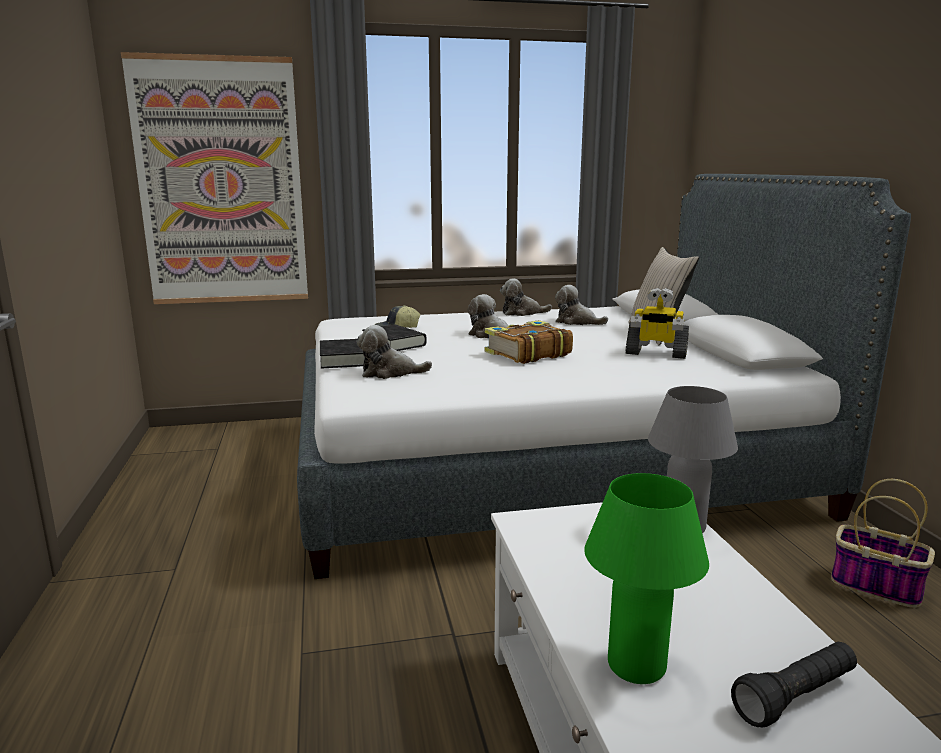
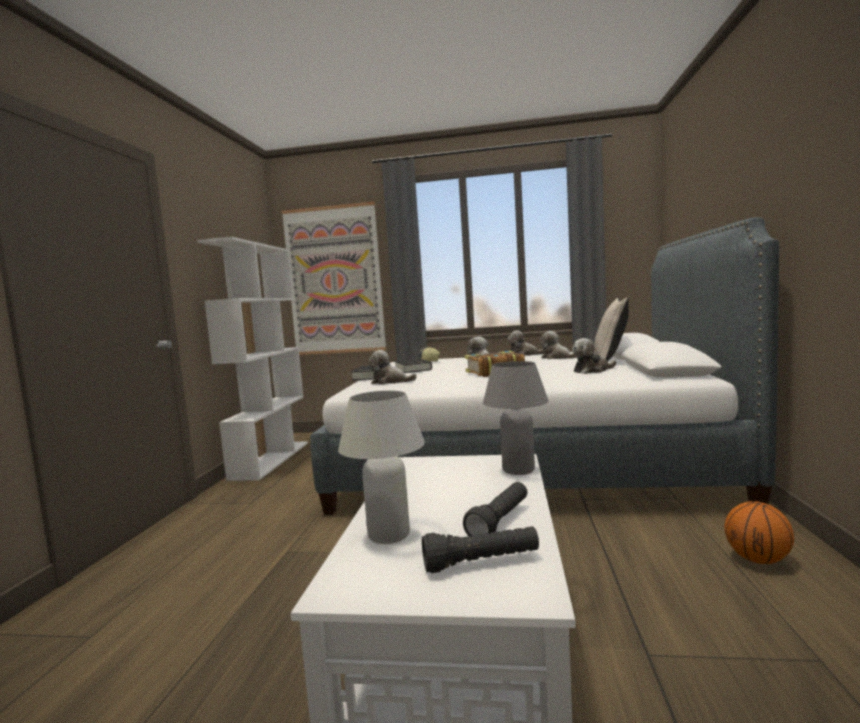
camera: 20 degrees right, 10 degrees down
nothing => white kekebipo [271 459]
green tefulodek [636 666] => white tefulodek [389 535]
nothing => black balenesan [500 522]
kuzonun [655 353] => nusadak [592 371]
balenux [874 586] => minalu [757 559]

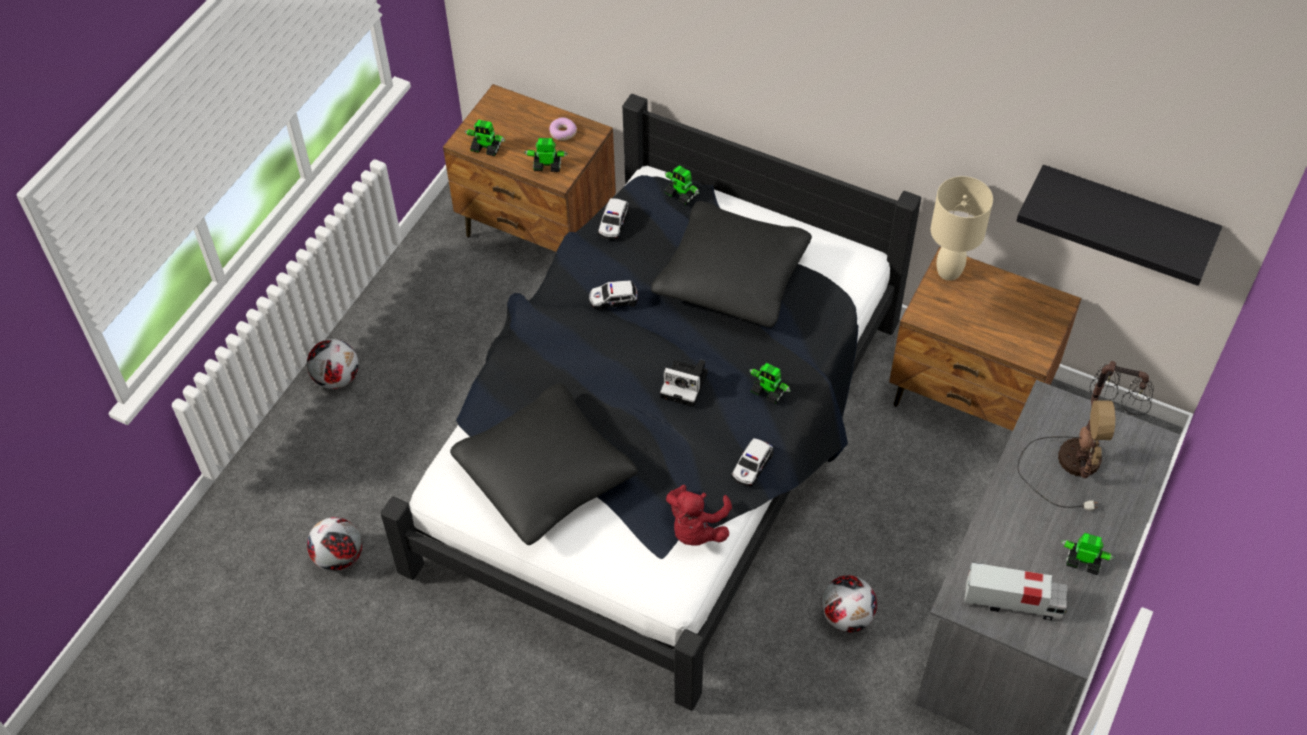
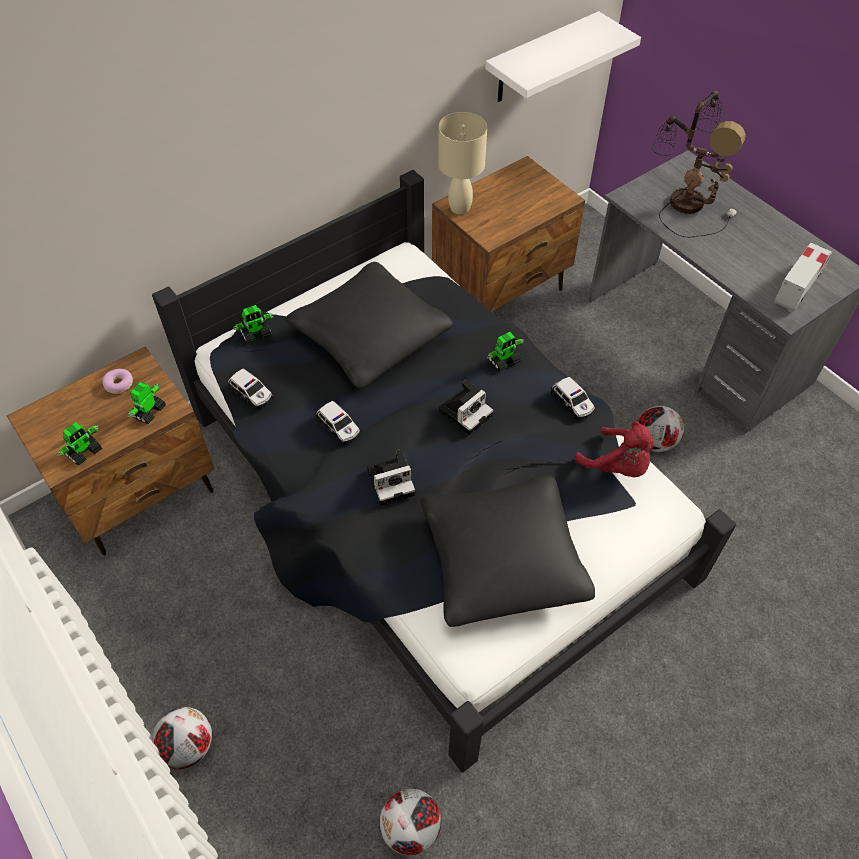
camera: 65 degrees left, 0 degrees up
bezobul [613 299] => bezobul [339 426], 60 degrees counterclockwise
nothing => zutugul [392 481]
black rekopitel [1124 215] => white rekopitel [541 59]
kuzonun [1083 560] => nothing

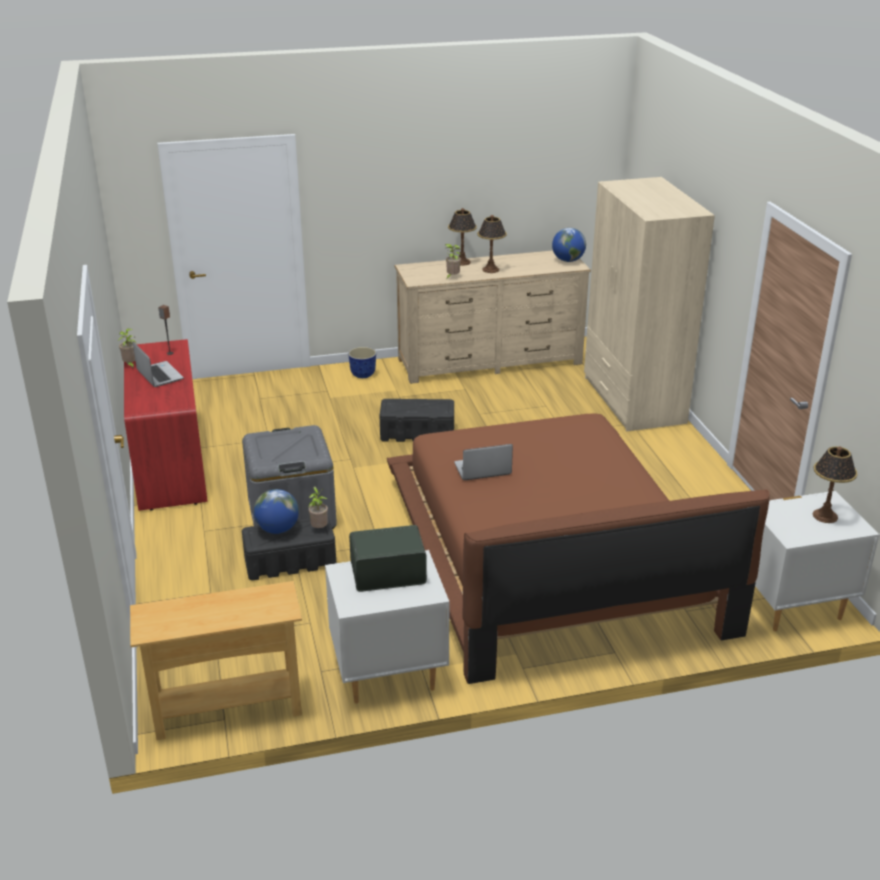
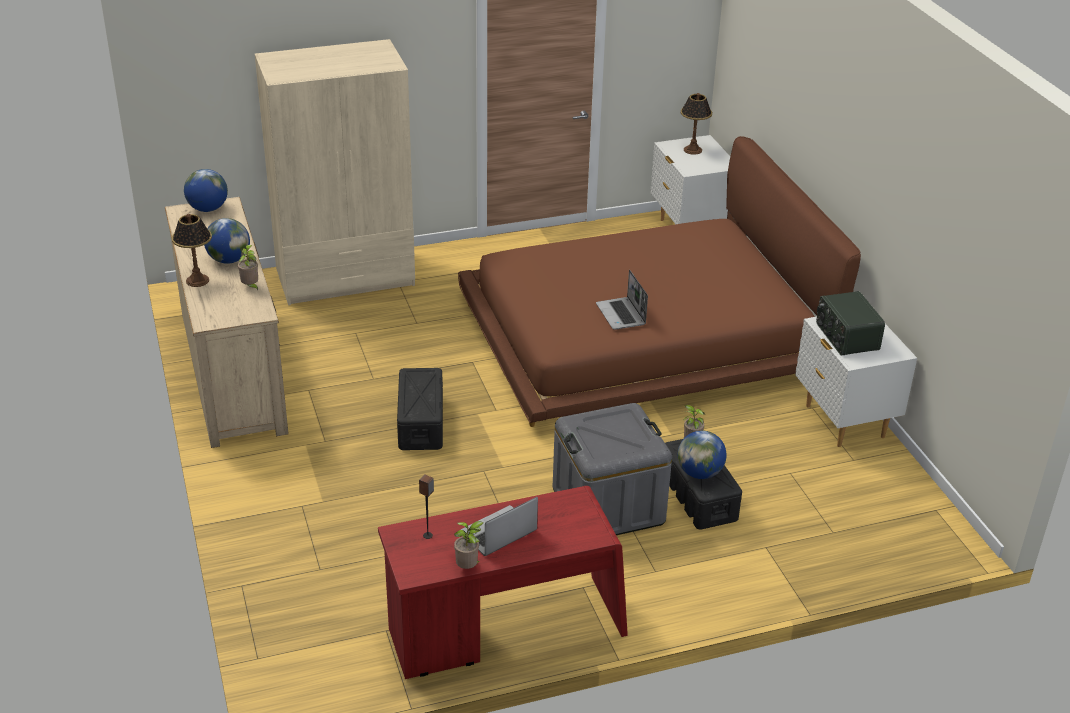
camera: 95 degrees left, 5 degrees up
tefulodek [491 269] => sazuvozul [229 260]
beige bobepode [228 710] => nothing
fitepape [363 375] => nothing

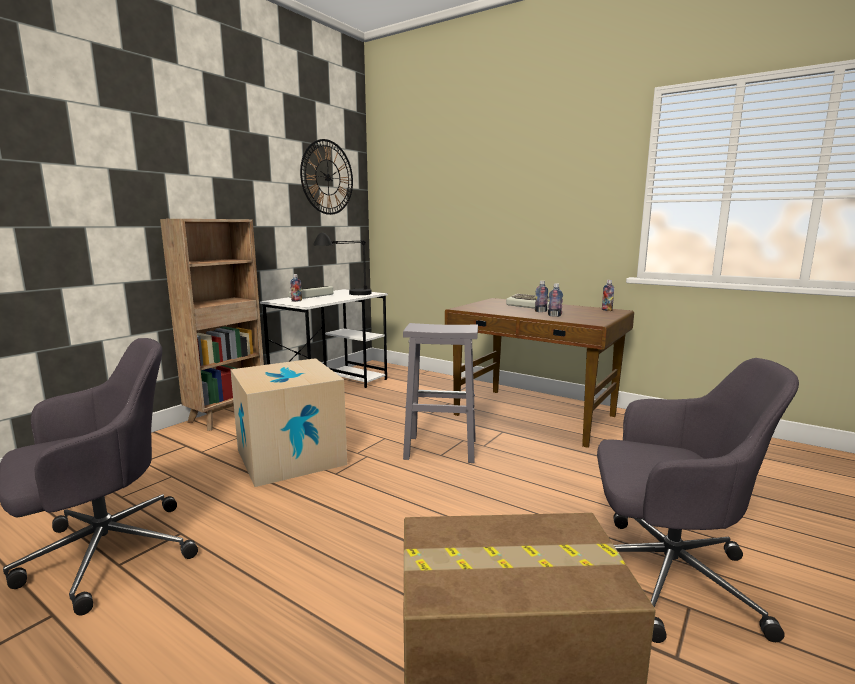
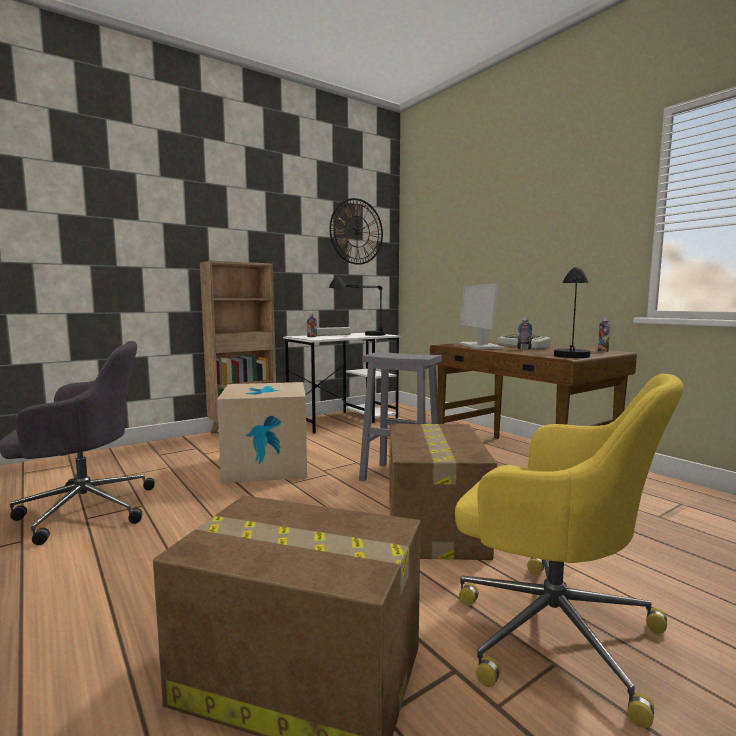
camera: 20 degrees right, 5 degrees down
nothing => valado [434 526]
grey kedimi [665 577] => yellow kedimi [550 629]
nothing => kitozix [479 346]
nothing => black tefulodek [571 353]
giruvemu [554 316] => nothing

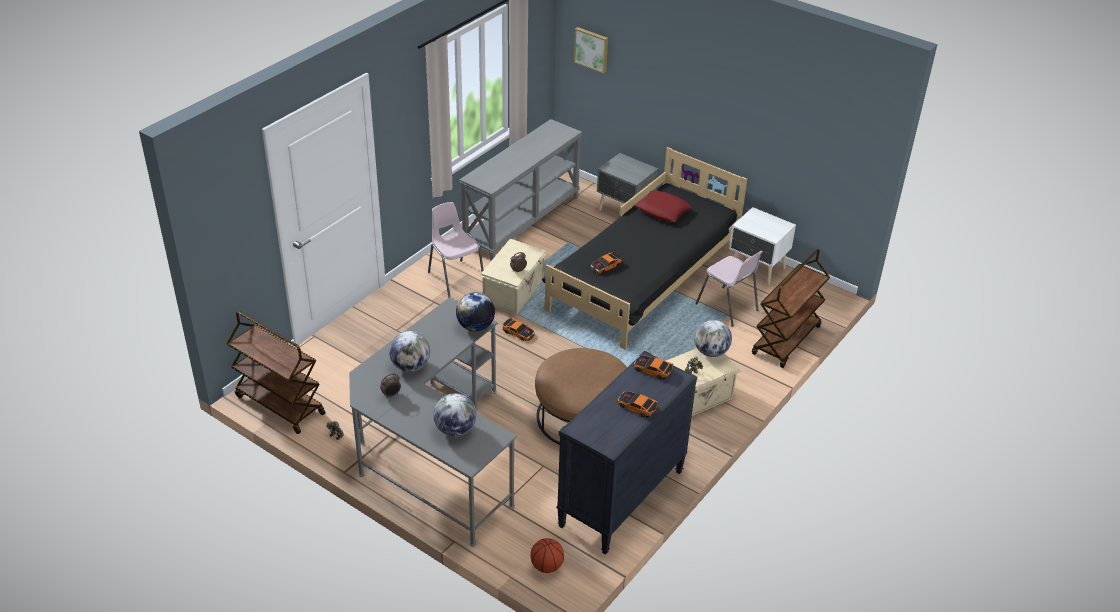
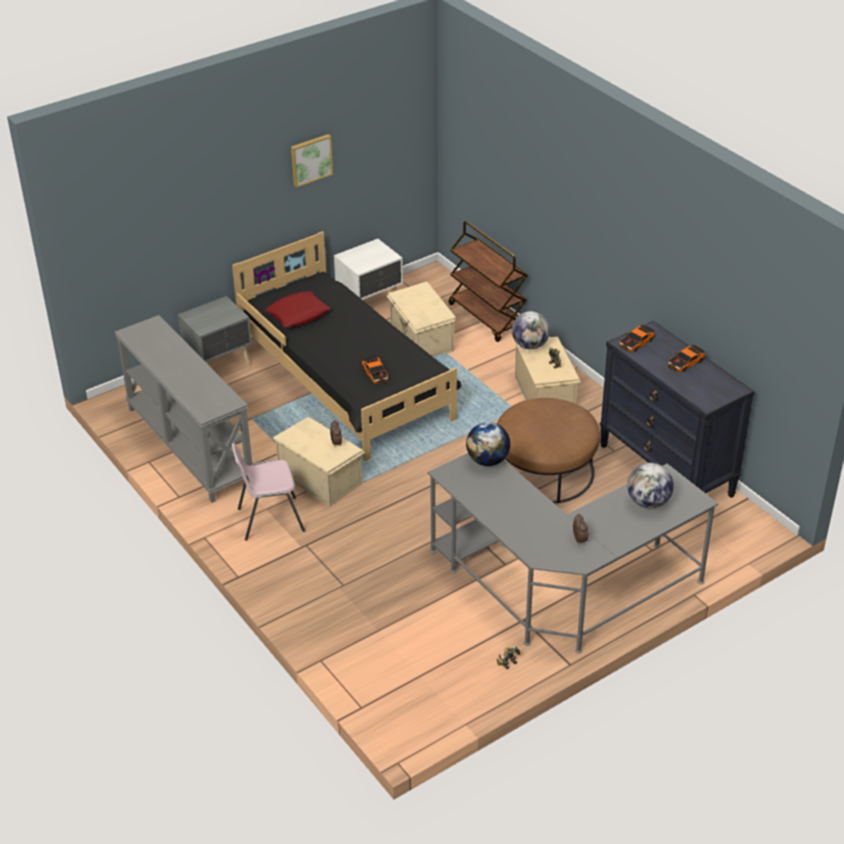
camera: 70 degrees left, 0 degrees up
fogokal [592 49] => fogokal [310 159], moved
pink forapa [727 307] => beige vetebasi [421 339]
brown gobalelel [279 405] => nothing
sazuvozul [410 366] => nothing
bezobul [519 332] => nothing
minalu [547 566] => nothing

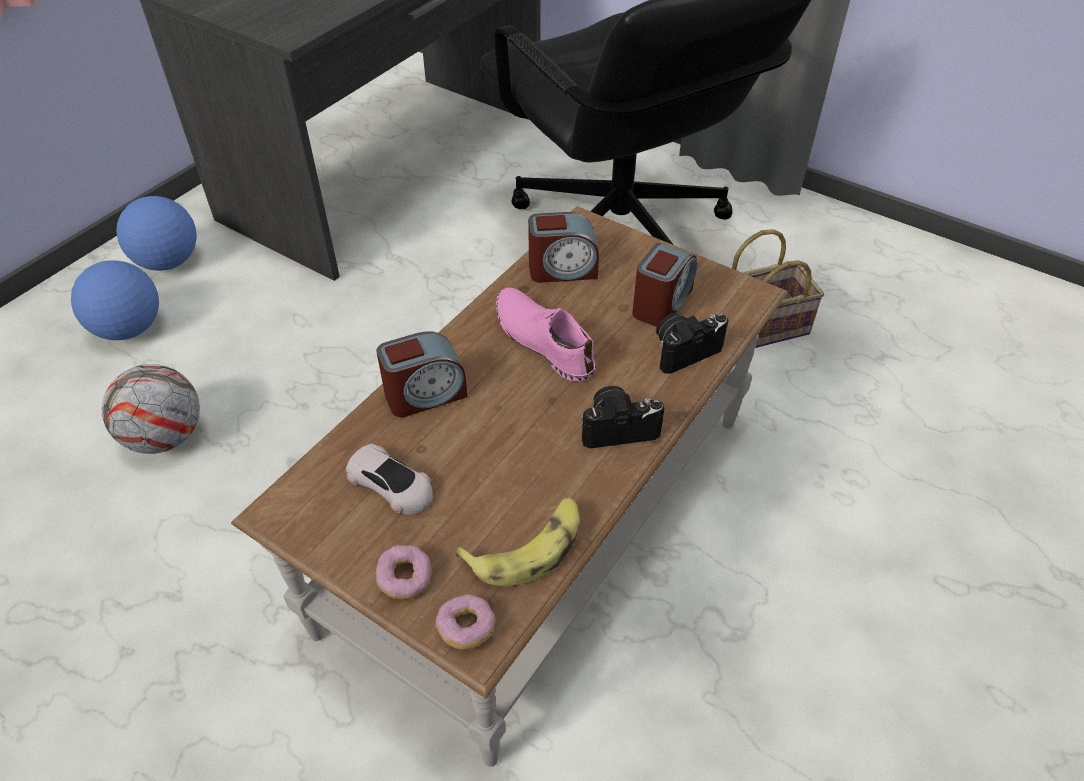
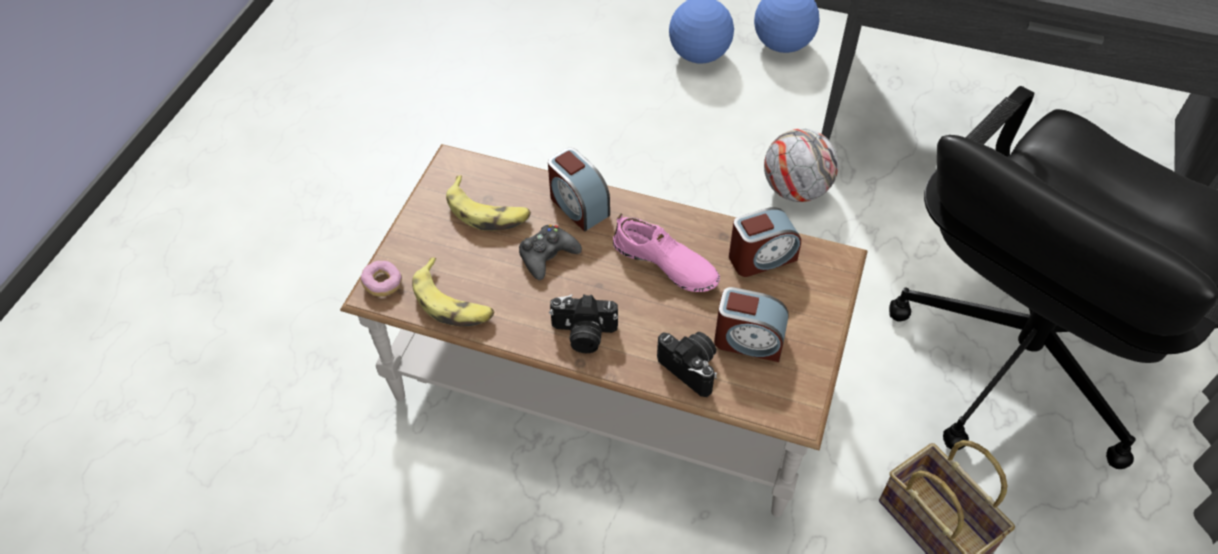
camera: 75 degrees right, 5 degrees up
white bezobul [391 484] => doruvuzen [488 212]
nothing => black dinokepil [547 256]
zutugul [618 427] => zutugul [583 335], 120 degrees clockwise
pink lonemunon [544 340] => pink lonemunon [665 264], 90 degrees clockwise
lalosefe [562 269] => lalosefe [761 257], 90 degrees counterclockwise
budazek [165 437] => budazek [795 189], moved
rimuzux [405 579] => nothing

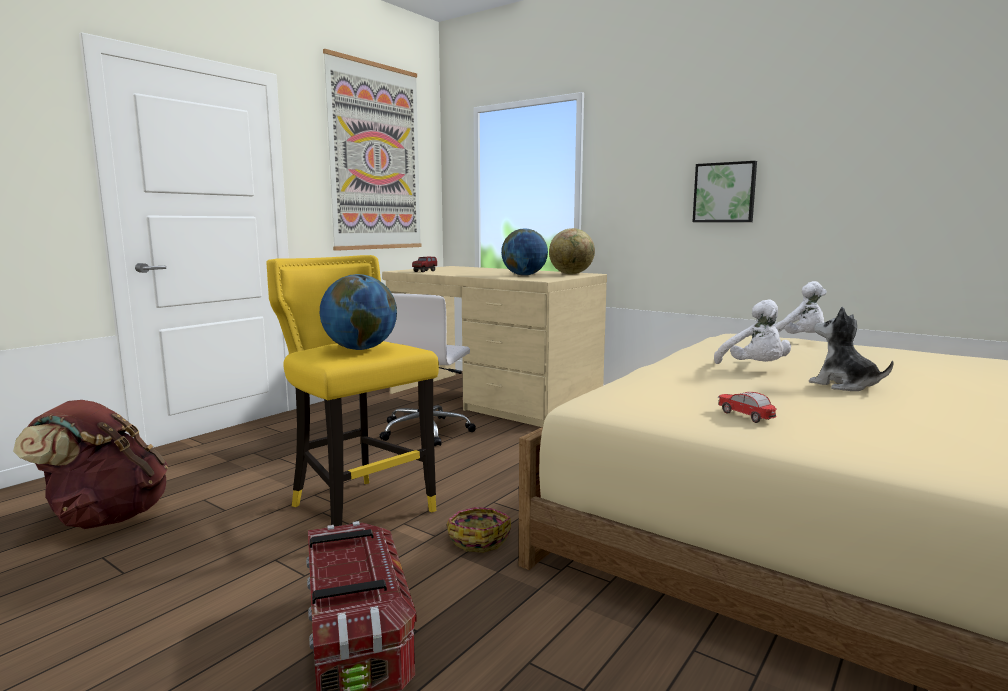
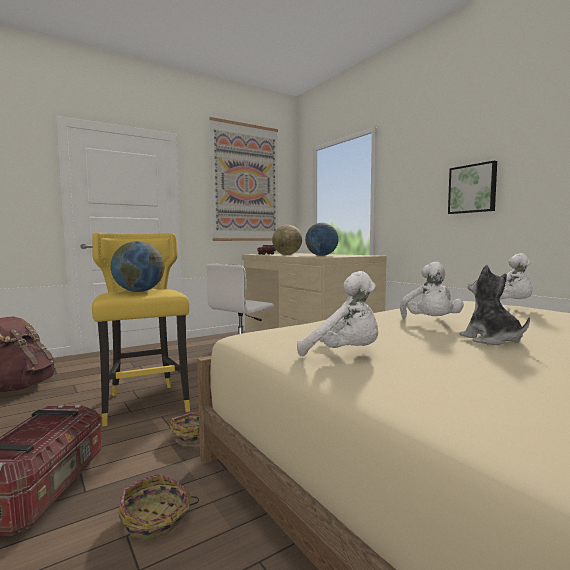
camera: 20 degrees right, 5 degrees down
nothing => balenux [156 519]
sazuvozul [571 274] => sazuvozul [287 254], moved
bezobul [745 417] => white nusadak [345 354]

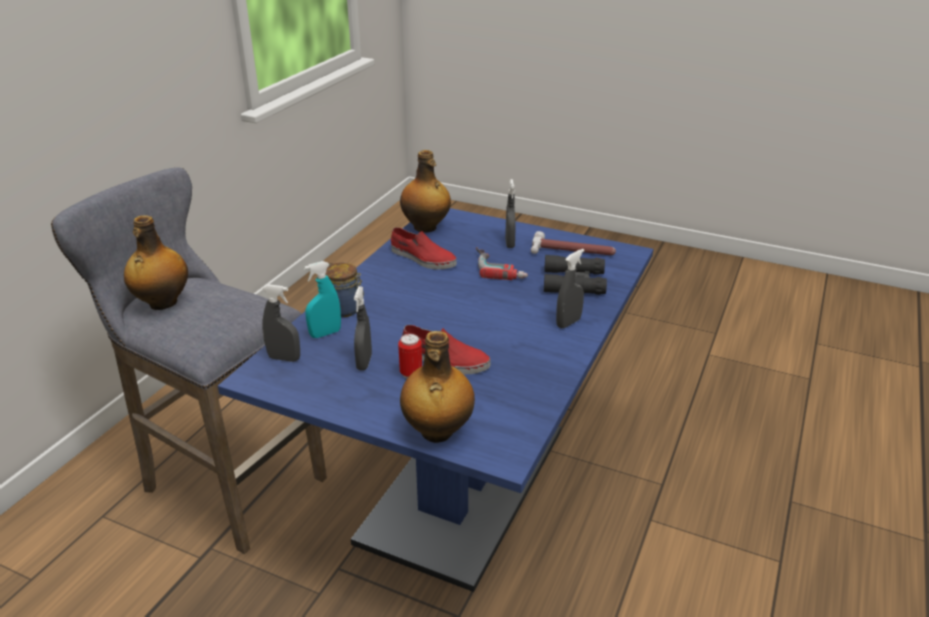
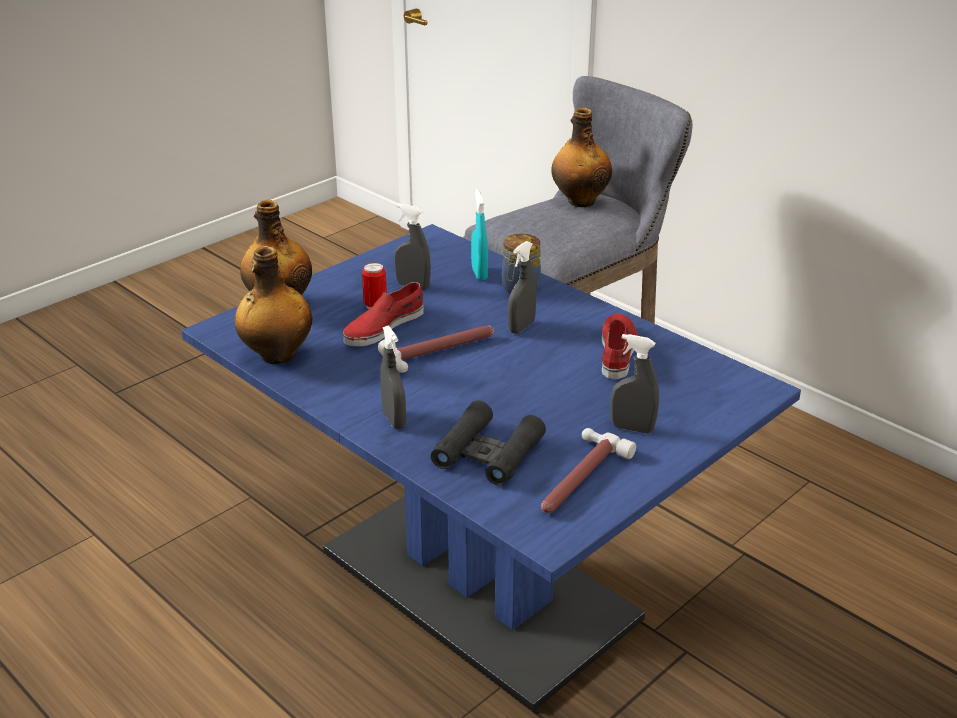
camera: 110 degrees right, 0 degrees up
giruvemu [426 227] => giruvemu [276 356], moved
nothing => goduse [441 351]
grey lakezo [284 358] => grey lakezo [521 327], moved
red lonemunon [422 258] => red lonemunon [617 351], 135 degrees clockwise
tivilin [500 267] => nothing

